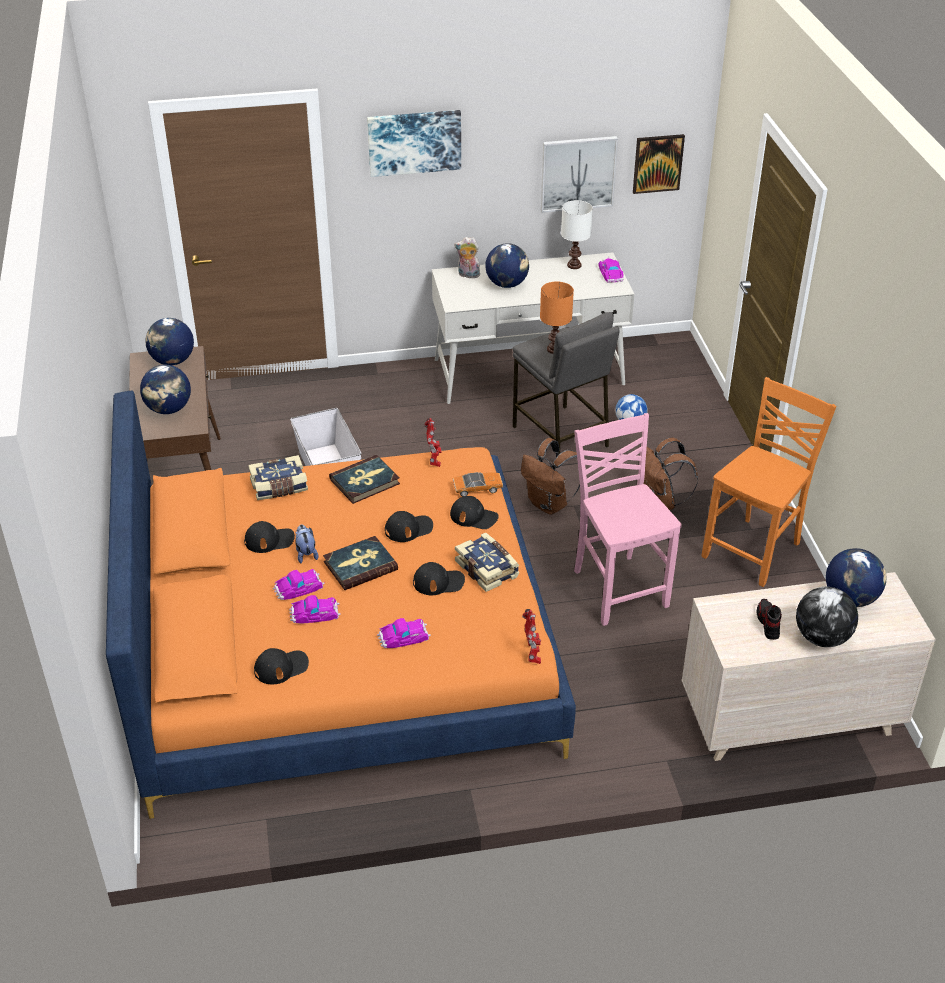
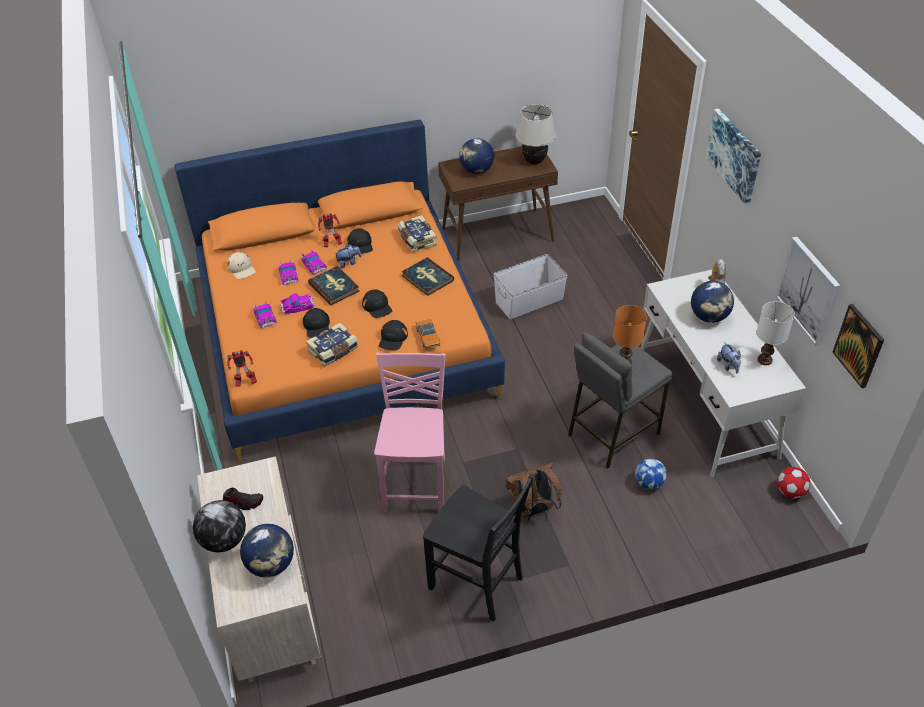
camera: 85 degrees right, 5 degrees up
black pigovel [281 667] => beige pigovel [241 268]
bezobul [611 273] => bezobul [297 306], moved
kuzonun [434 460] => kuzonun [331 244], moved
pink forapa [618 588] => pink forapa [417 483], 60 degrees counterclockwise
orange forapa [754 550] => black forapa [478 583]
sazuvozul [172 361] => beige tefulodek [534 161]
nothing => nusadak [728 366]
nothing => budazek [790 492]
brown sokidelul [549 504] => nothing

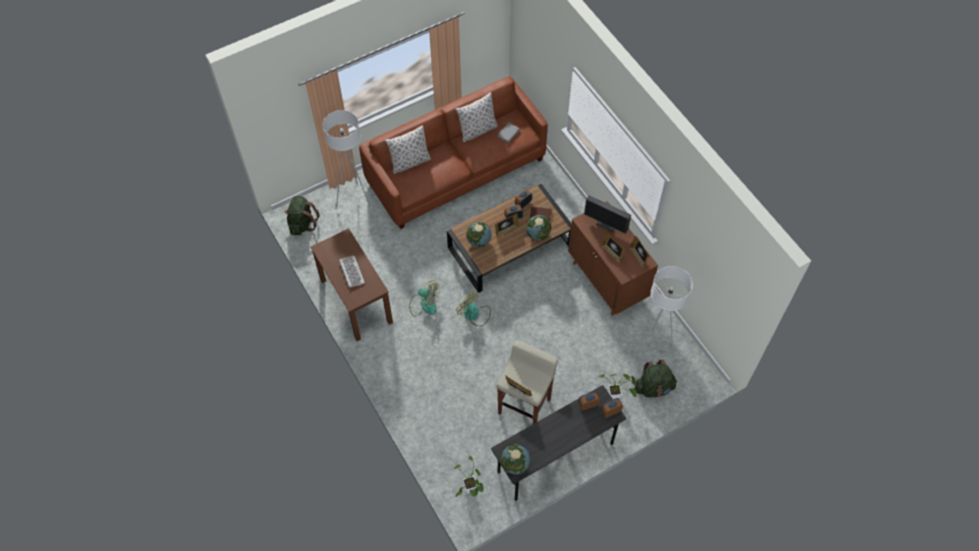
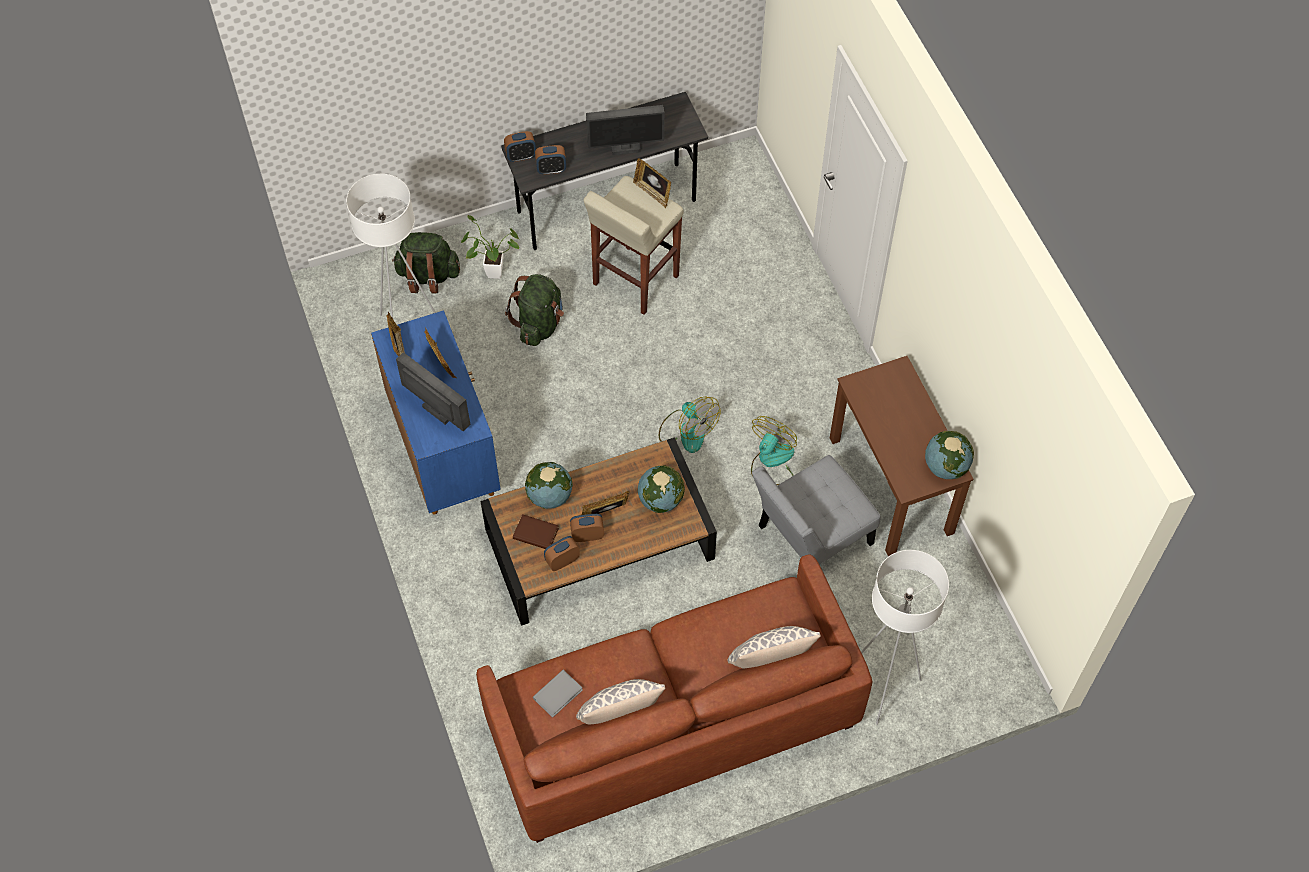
camera: 170 degrees left, 0 degrees up
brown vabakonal [607 281] => blue vabakonal [444 451]
green sokidelul [302 224] => green sokidelul [539 324], moved
nothing => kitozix [625 149]
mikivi [424 304] => mikivi [771 461], 90 degrees clockwise
nothing => grey forapa [809 538]
sazuvozul [515 464] => sazuvozul [945 466], moved
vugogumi [351 272] => nothing
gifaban [470 491] => nothing

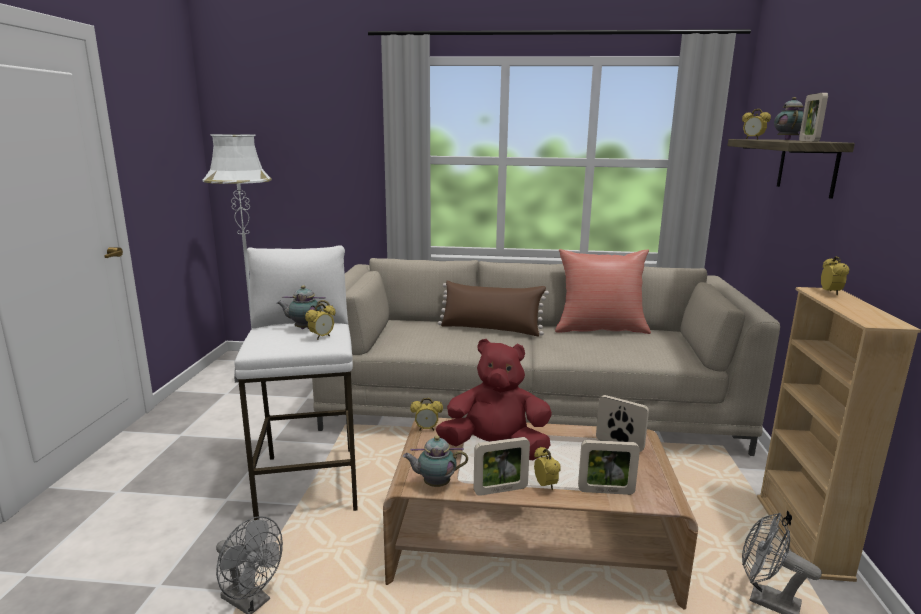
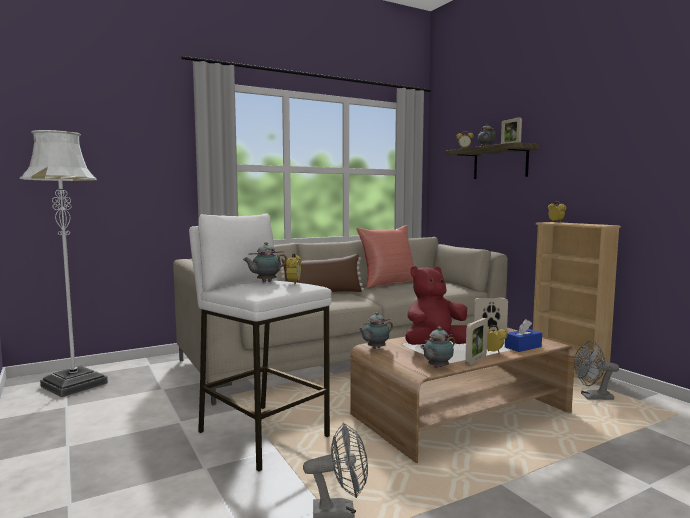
camera: 35 degrees left, 10 degrees down
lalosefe [426 429] => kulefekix [375 348]
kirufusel [606 491] => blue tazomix [523 347]

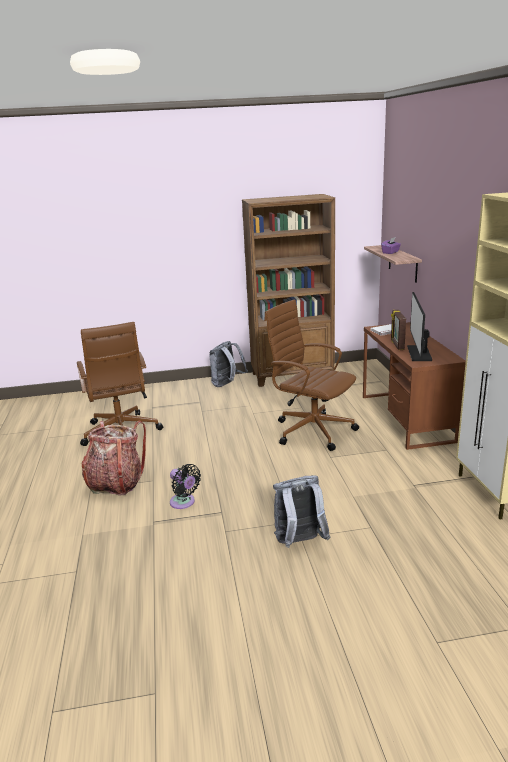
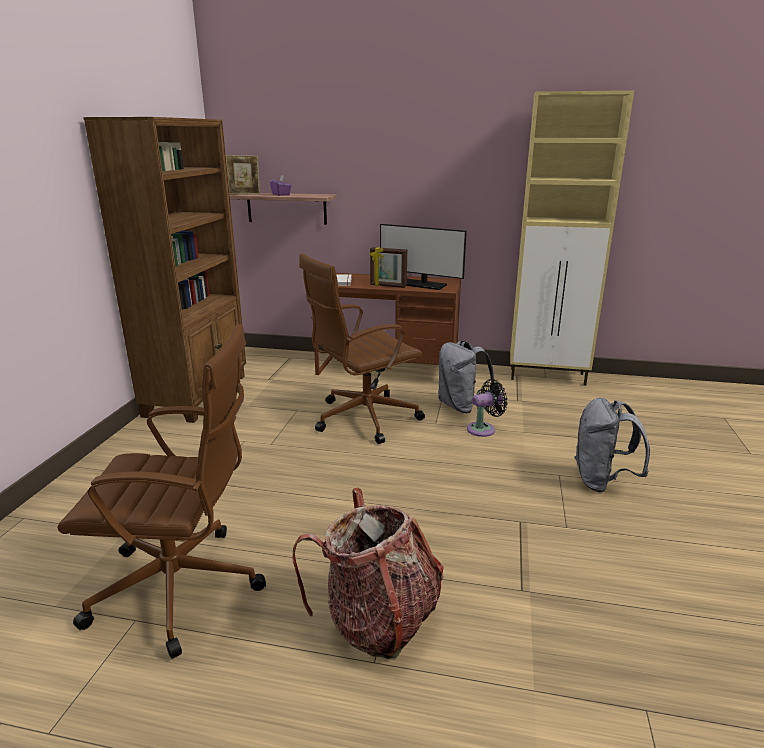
camera: 70 degrees left, 0 degrees up
nothing => kirufusel [244 194]
grey sokidelul [227 384] => grey sokidelul [461 406], moved
black mikivi [184 503] => black mikivi [484 429], moved

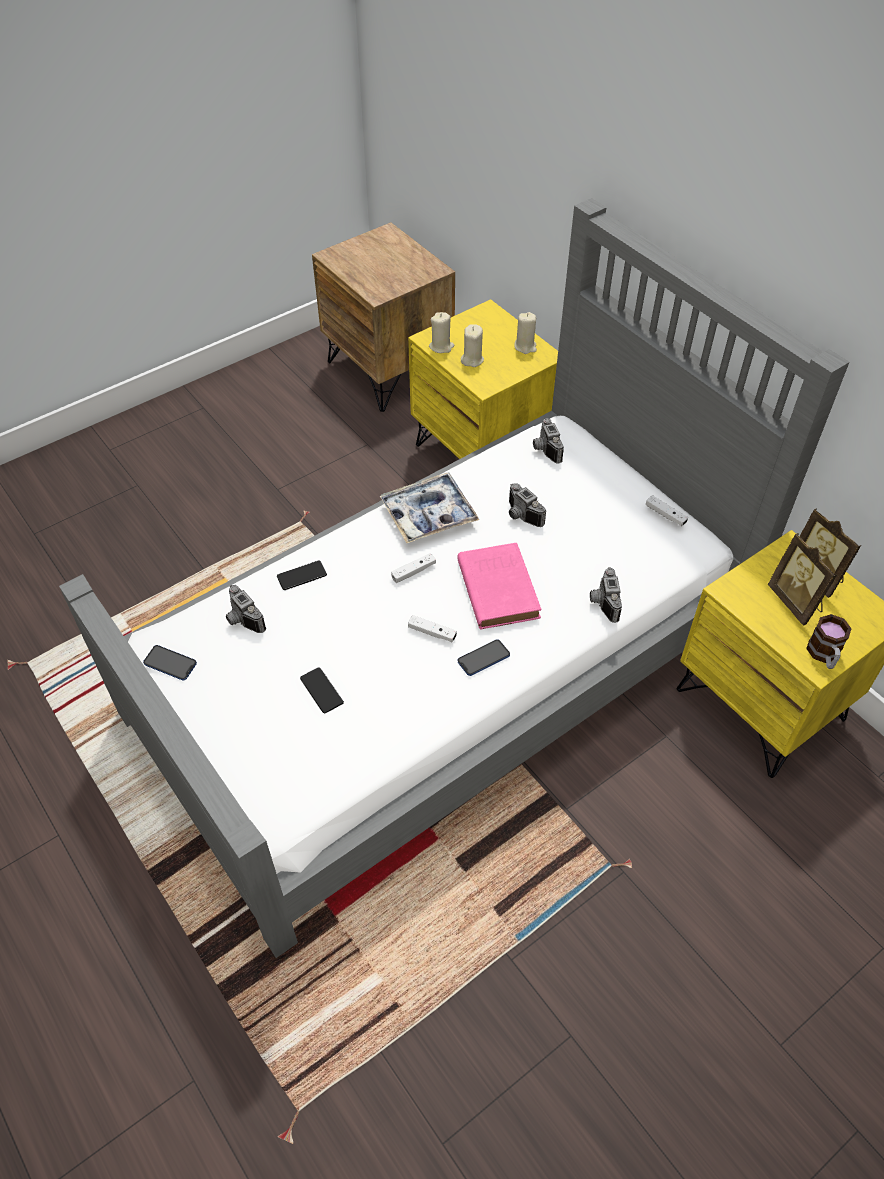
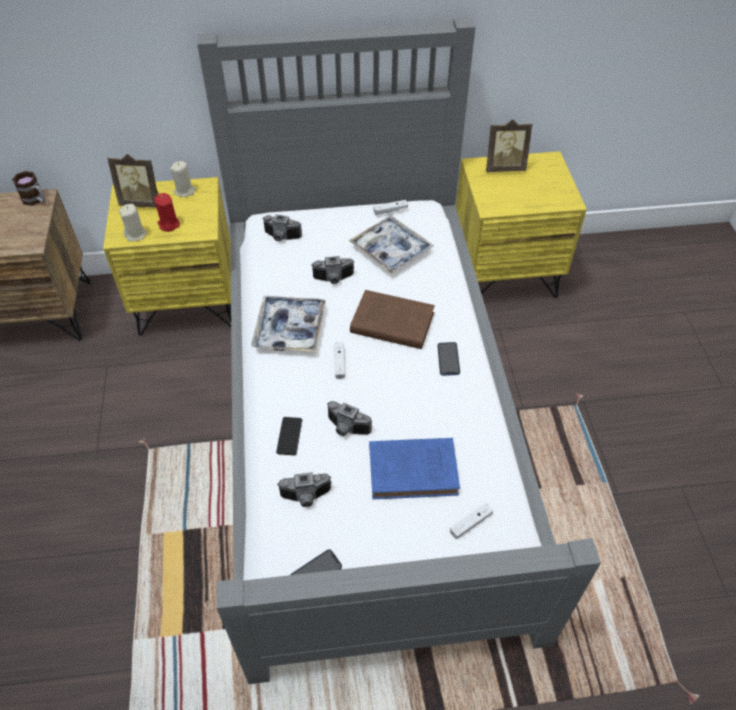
camera: 60 degrees left, 0 degrees up
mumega [824 655] => mumega [36 200], moved
kirufusel [795 602] => kirufusel [142 202], moved
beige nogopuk [472 360] => red nogopuk [169 224]
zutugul [602 602] => zutugul [346 429], moved
nothing => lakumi [391 250]
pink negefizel [497 587] => brown negefizel [390 323]
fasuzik [321 690] => blue negefizel [415 471]
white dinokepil [432 632] => white dinokepil [470 523], moved

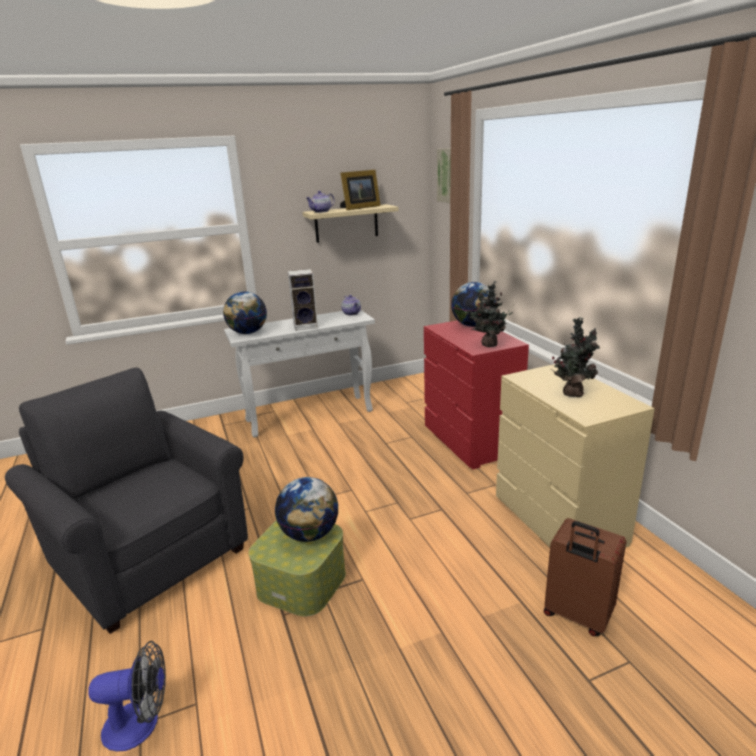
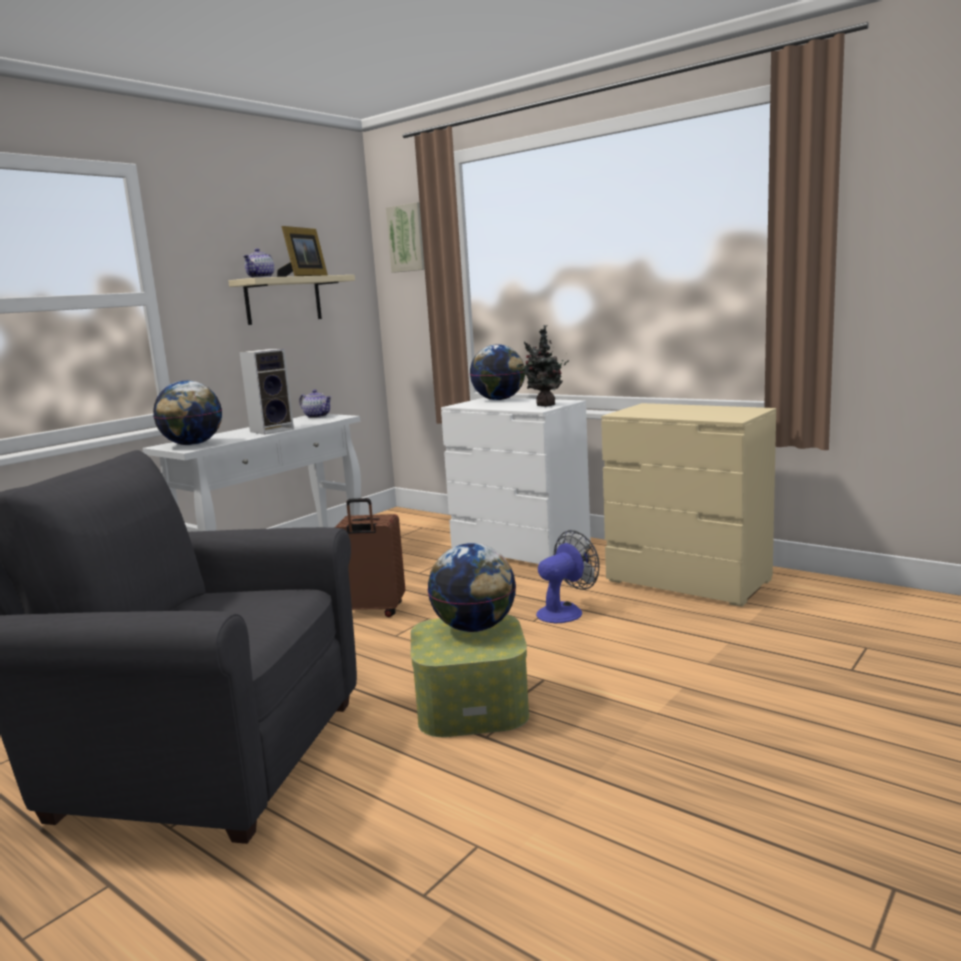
camera: 30 degrees left, 10 degrees down
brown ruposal [577 615] => brown ruposal [373 611], moved
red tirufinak [470 441] => white tirufinak [521 549]
mikivi [141 723] => mikivi [565 611], moved
gifaban [572 393] => nothing

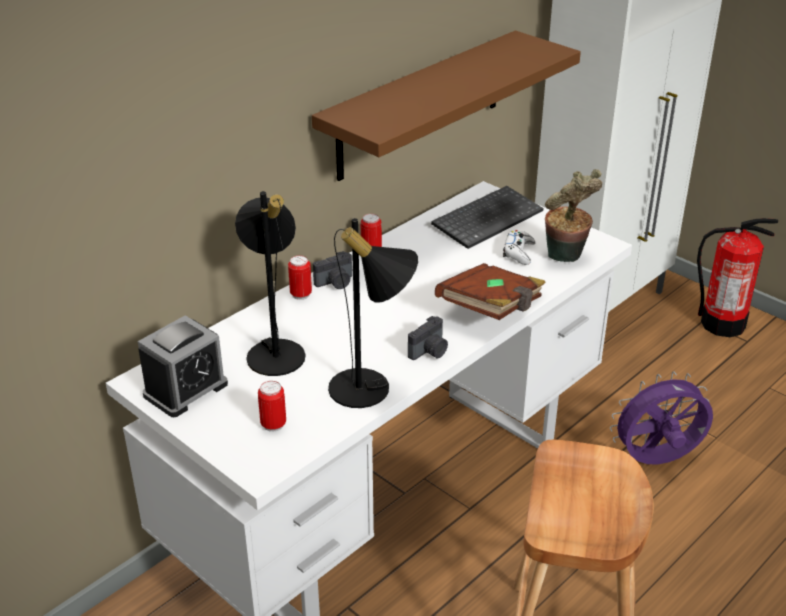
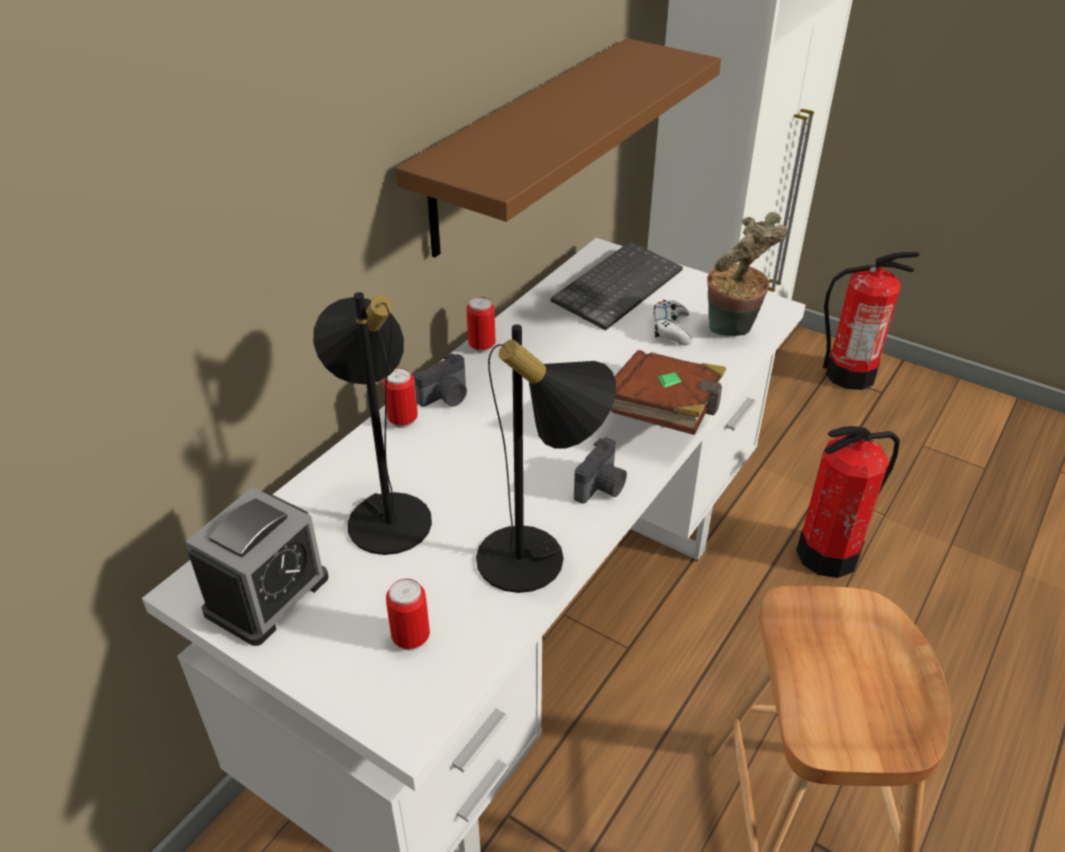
camera: 10 degrees left, 5 degrees up
purple mikivi [657 461] => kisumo [828 554]

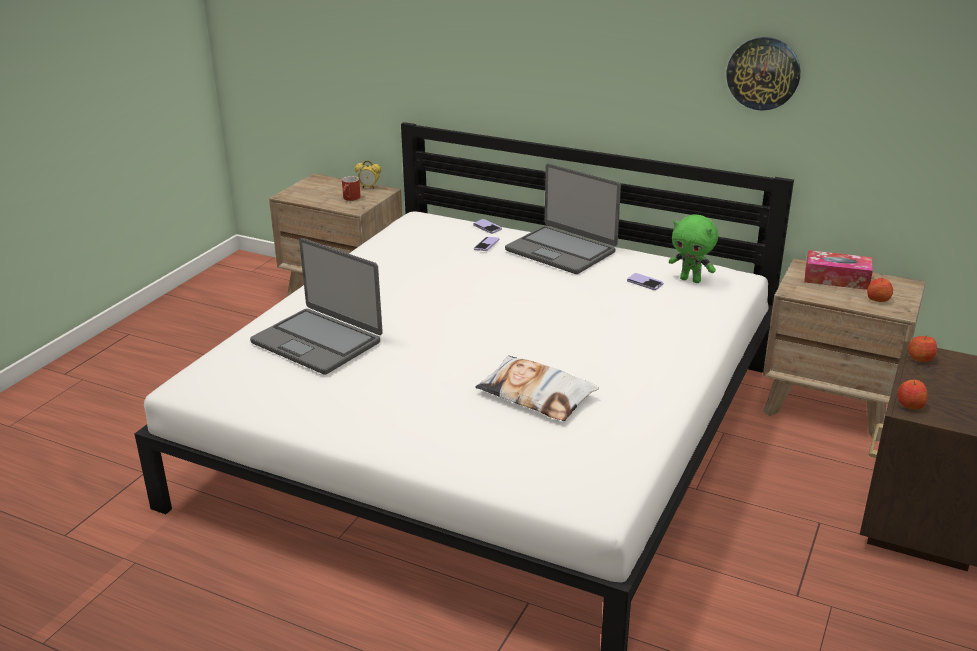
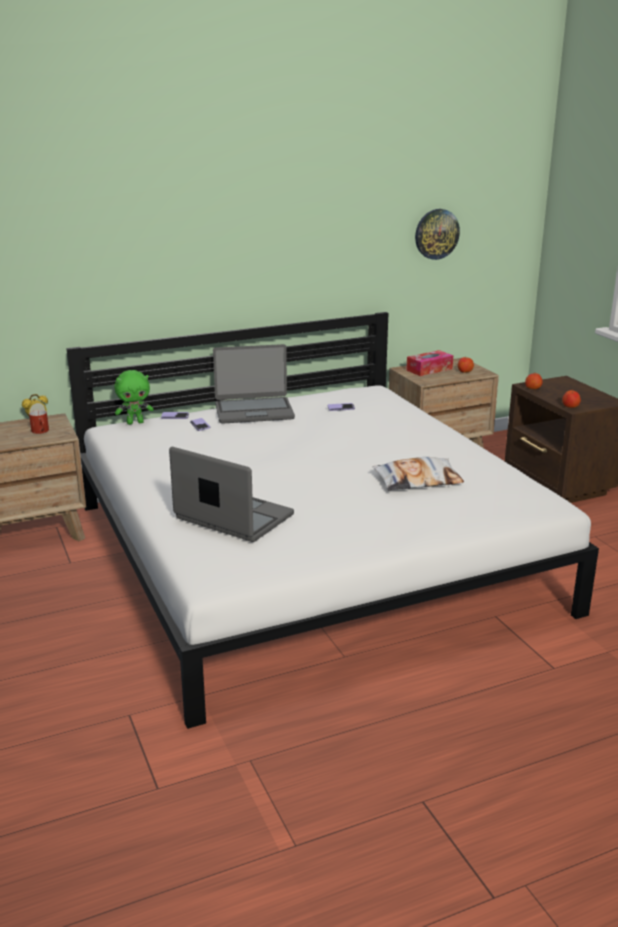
camera: 50 degrees left, 5 degrees down
green nusadak [691 280] => green nusadak [135 422], moved
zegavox [318 341] => zegavox [233 517], 135 degrees counterclockwise
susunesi [763 73] => susunesi [436 234], moved

